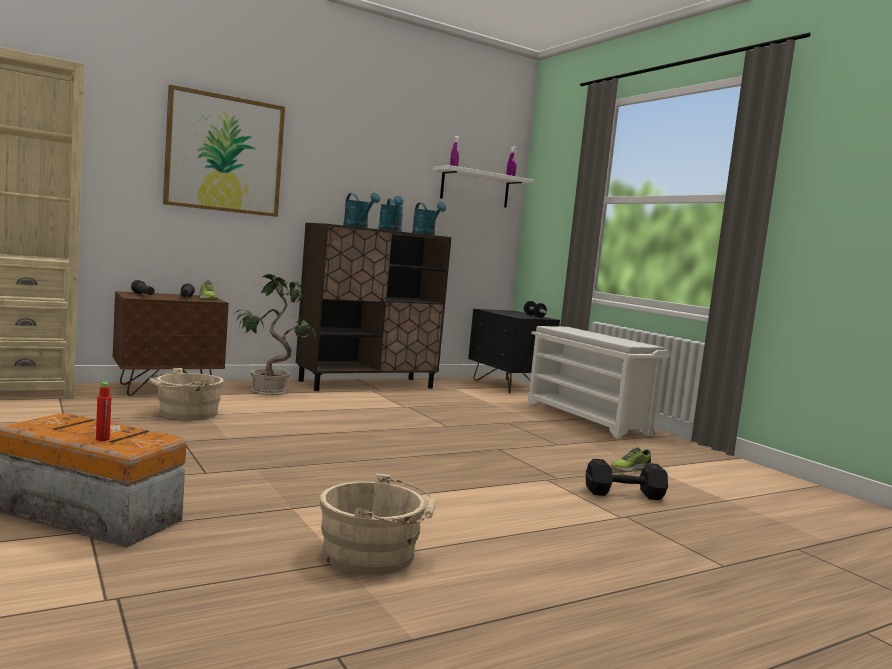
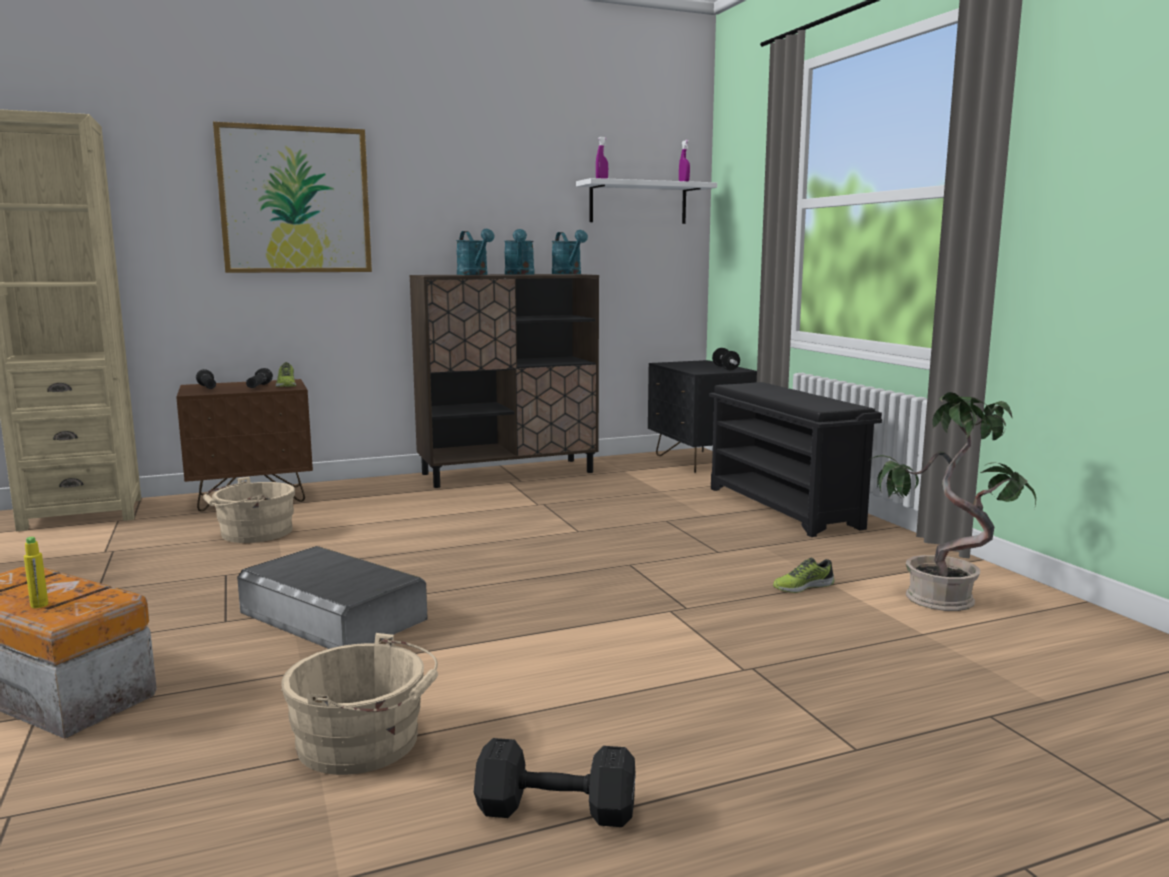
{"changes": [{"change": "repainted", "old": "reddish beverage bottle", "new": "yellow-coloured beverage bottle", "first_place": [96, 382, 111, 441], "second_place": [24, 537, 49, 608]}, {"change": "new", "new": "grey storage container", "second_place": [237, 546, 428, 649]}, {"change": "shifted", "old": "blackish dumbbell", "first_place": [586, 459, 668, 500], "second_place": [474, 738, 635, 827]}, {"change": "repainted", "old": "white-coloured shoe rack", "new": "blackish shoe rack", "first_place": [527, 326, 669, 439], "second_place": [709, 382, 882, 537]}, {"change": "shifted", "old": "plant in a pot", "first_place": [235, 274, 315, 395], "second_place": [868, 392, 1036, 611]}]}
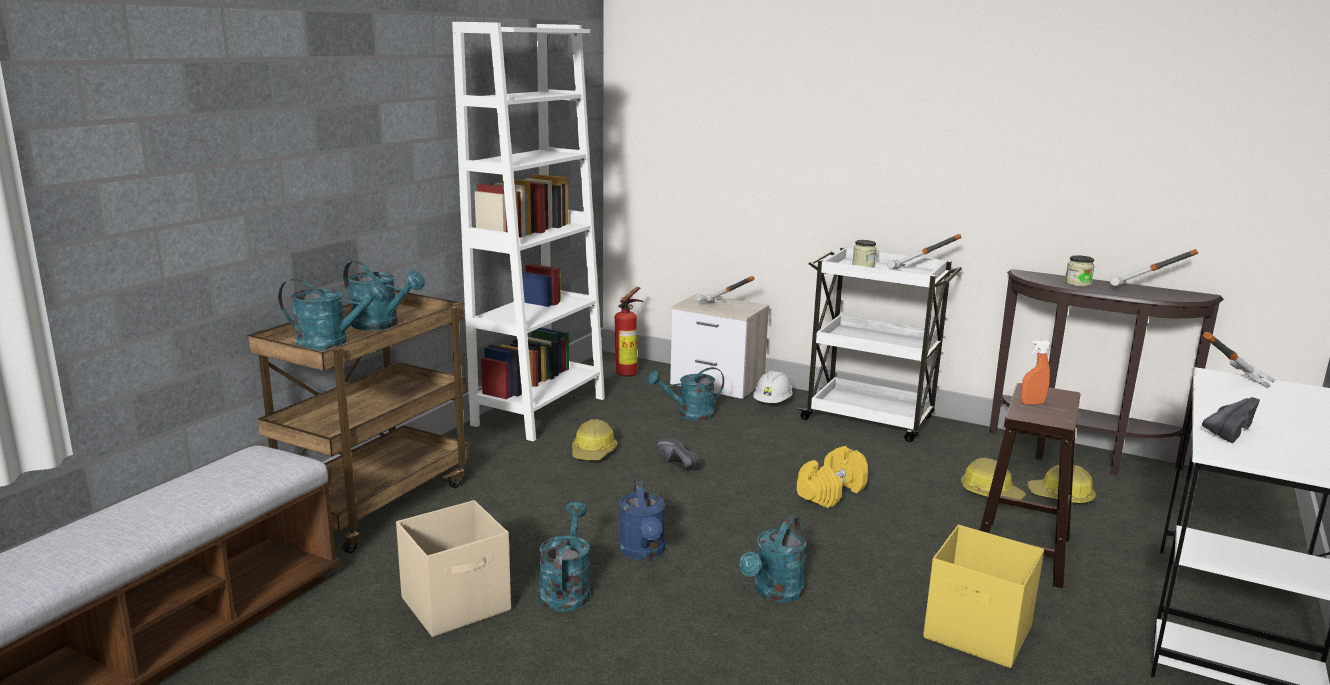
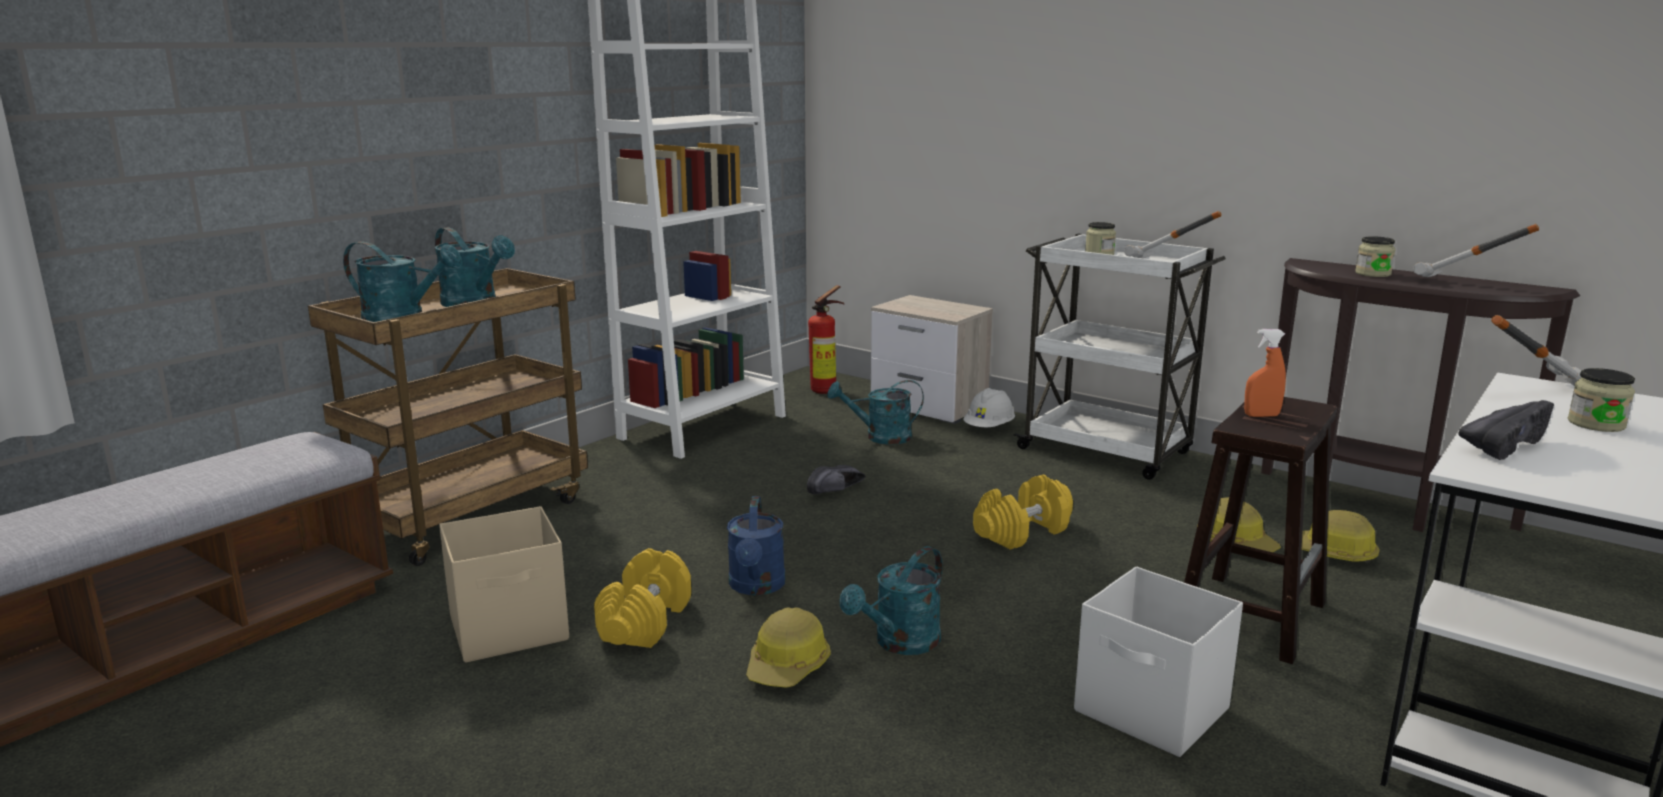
{"changes": [{"change": "swapped", "old": "blue-green watering pot", "new": "yellow-coloured dumbbell", "first_place": [539, 502, 590, 612], "second_place": [594, 548, 691, 648]}, {"change": "shifted", "old": "safety helmet", "first_place": [572, 419, 617, 460], "second_place": [746, 607, 831, 688]}, {"change": "rotated", "old": "blackish item of footwear", "first_place": [656, 438, 701, 470], "second_place": [807, 465, 865, 494], "degrees": -105}, {"change": "repainted", "old": "yellow-coloured storage container", "new": "white-coloured storage container", "first_place": [923, 525, 1044, 668], "second_place": [1074, 566, 1243, 757]}, {"change": "new", "new": "storage jar", "second_place": [1568, 368, 1635, 432]}, {"change": "gone", "old": "tool hammer", "first_place": [696, 276, 755, 303]}]}
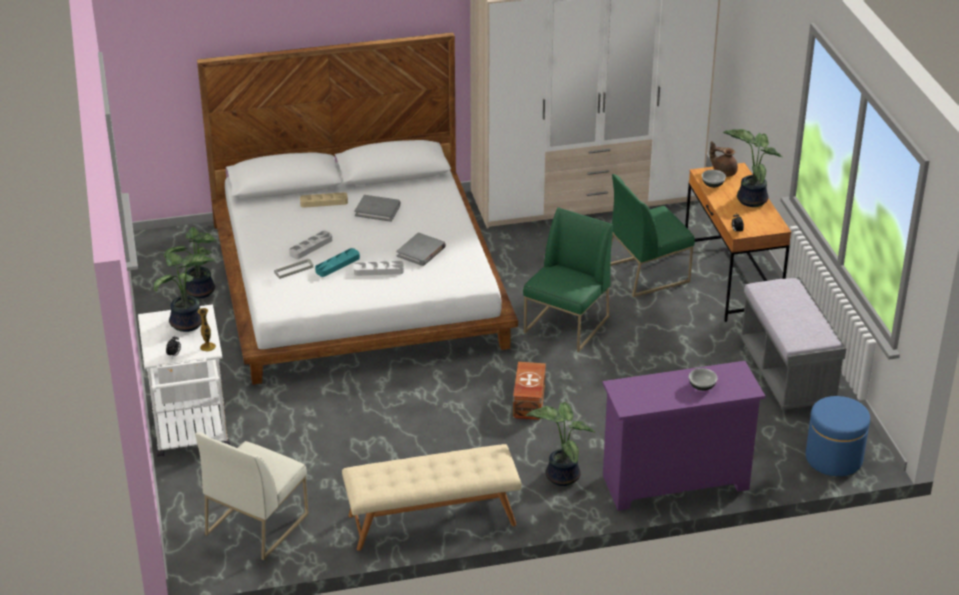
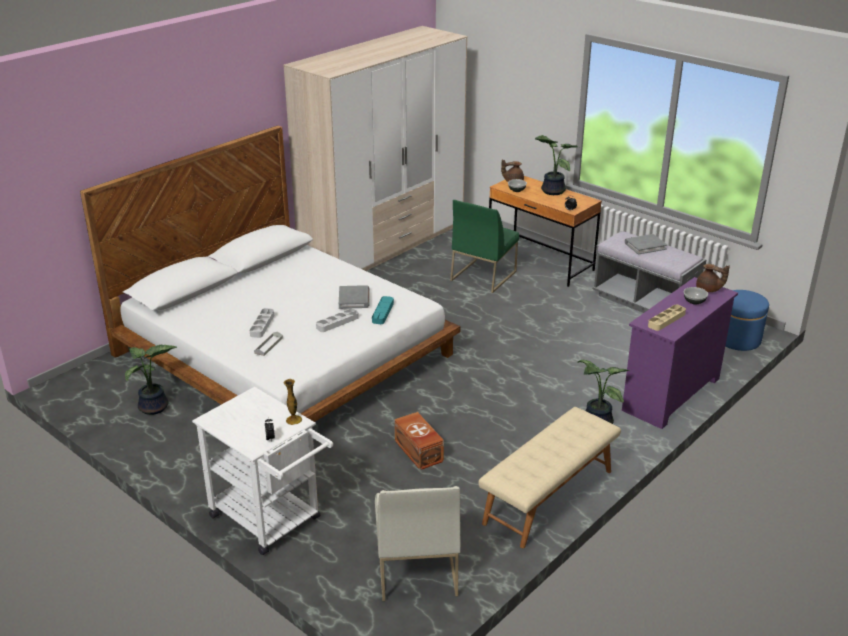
{"changes": [{"change": "shifted", "old": "blue-green carrying tray", "first_place": [315, 248, 360, 277], "second_place": [372, 296, 394, 324]}, {"change": "shifted", "old": "brownish storage container", "first_place": [513, 362, 546, 420], "second_place": [394, 412, 444, 470]}, {"change": "shifted", "old": "grey book", "first_place": [355, 195, 400, 222], "second_place": [625, 234, 667, 255]}, {"change": "shifted", "old": "beige-coloured carrying tray", "first_place": [300, 192, 348, 208], "second_place": [648, 305, 686, 331]}, {"change": "new", "new": "brownish pot for tea", "second_place": [696, 264, 730, 292]}, {"change": "gone", "old": "plant in a pot", "first_place": [154, 252, 215, 332]}, {"change": "gone", "old": "green upright chair", "first_place": [523, 207, 613, 352]}]}
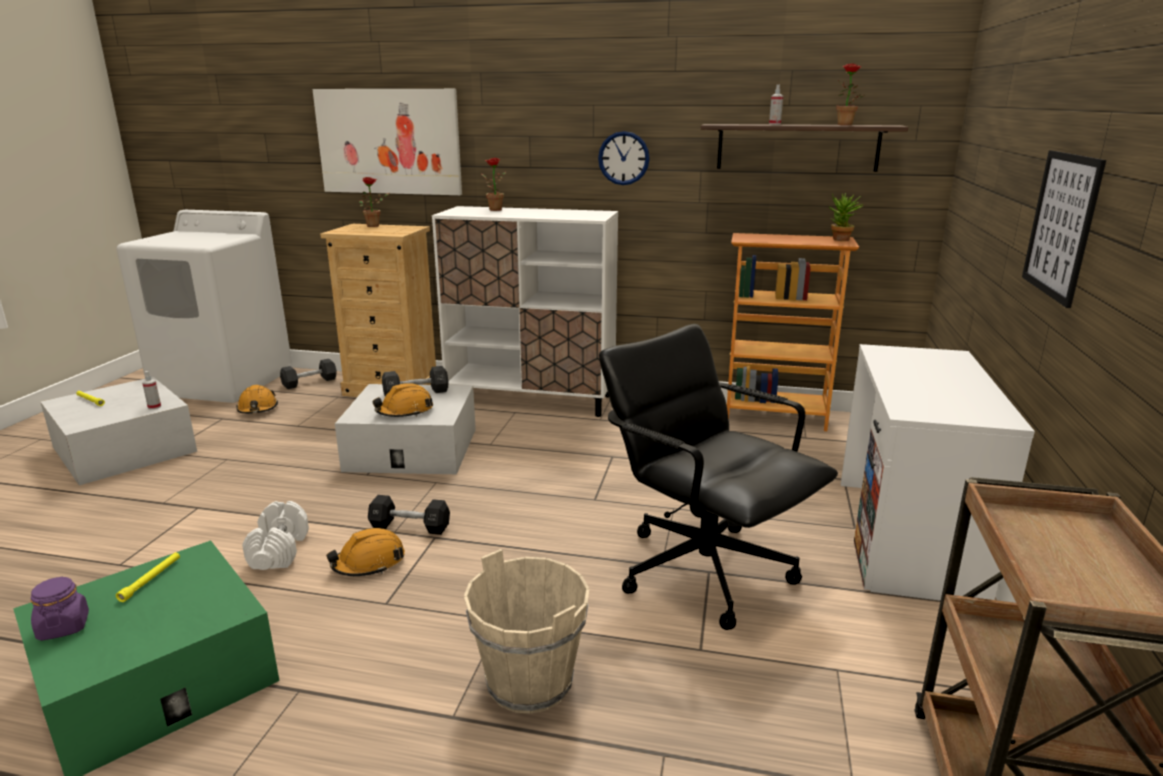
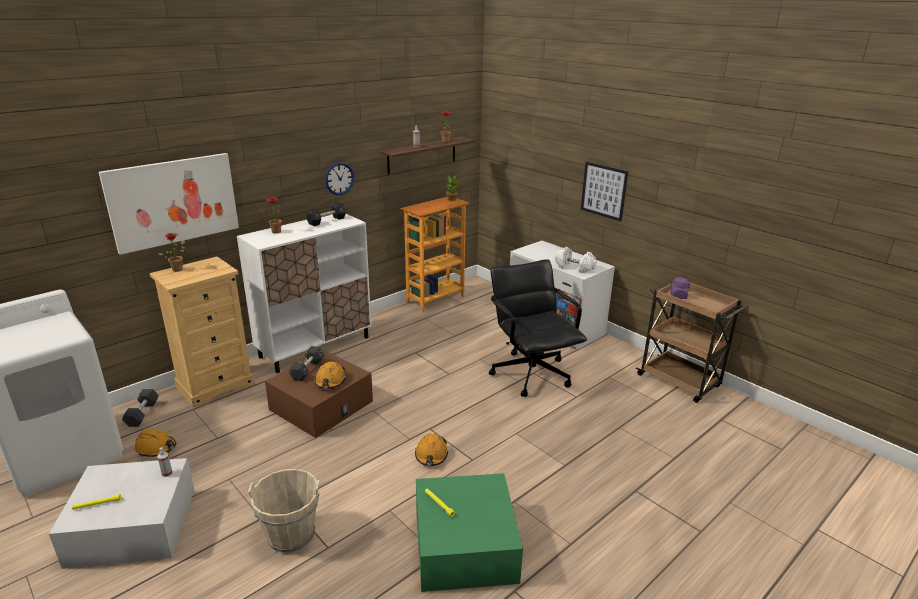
{"changes": [{"change": "shifted", "old": "beige-coloured bucket", "first_place": [464, 549, 589, 714], "second_place": [248, 469, 319, 553]}, {"change": "repainted", "old": "white-coloured storage container", "new": "brownish storage container", "first_place": [335, 384, 476, 474], "second_place": [265, 350, 373, 438]}, {"change": "shifted", "old": "blackish dumbbell", "first_place": [368, 495, 450, 535], "second_place": [306, 203, 346, 226]}, {"change": "rotated", "old": "blackish desk chair", "first_place": [599, 324, 838, 630], "second_place": [489, 259, 587, 397], "degrees": 75}, {"change": "shifted", "old": "white-coloured dumbbell", "first_place": [242, 501, 309, 570], "second_place": [555, 247, 597, 273]}, {"change": "shifted", "old": "purplish storage jar", "first_place": [30, 577, 89, 641], "second_place": [670, 277, 691, 299]}]}
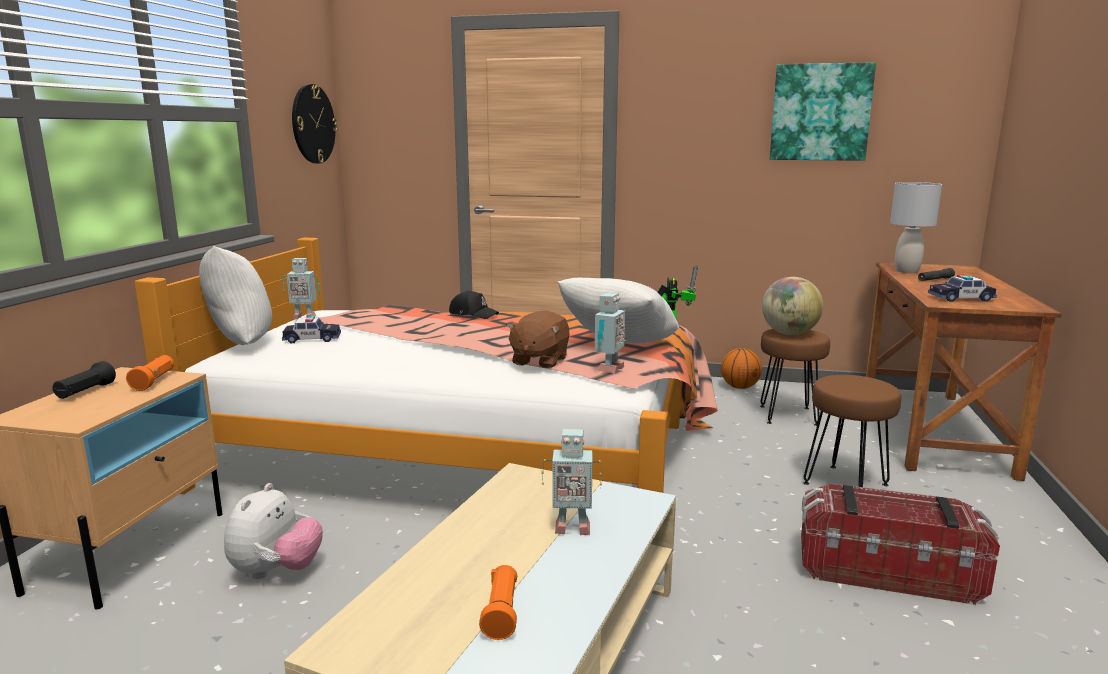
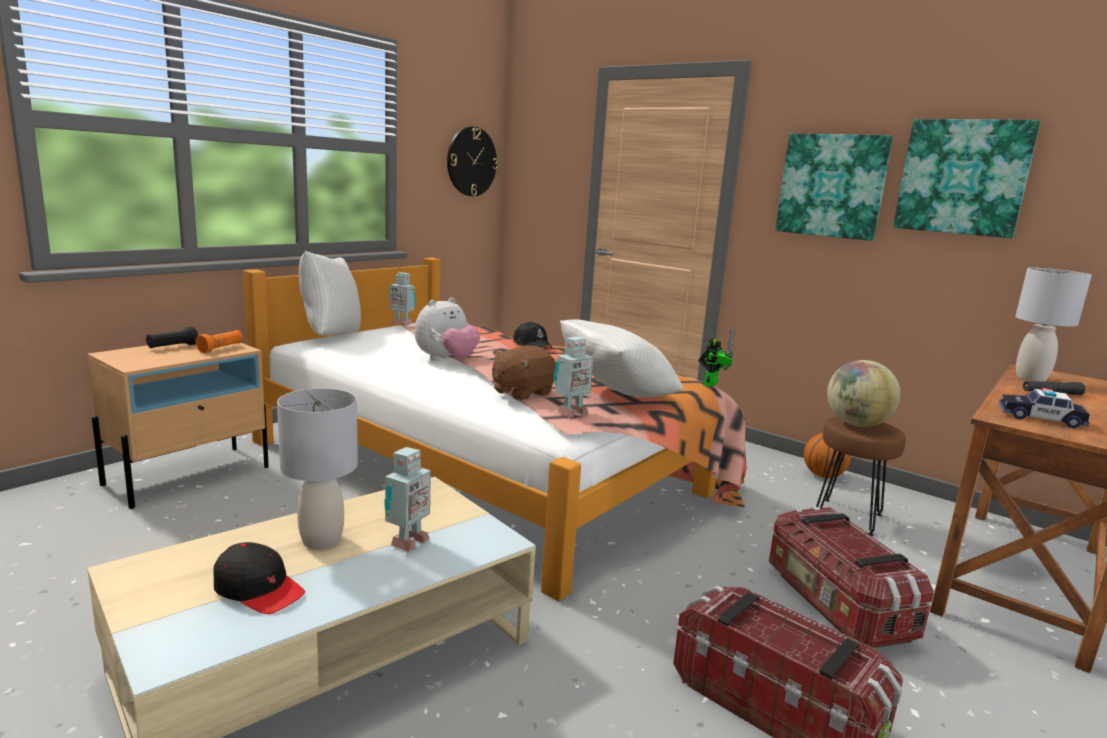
{"changes": [{"change": "swapped", "old": "orange-coloured torch", "new": "blackish cap", "first_place": [479, 565, 517, 640], "second_place": [214, 542, 305, 614]}, {"change": "new", "new": "grey table lamp", "second_place": [277, 388, 358, 550]}, {"change": "rotated", "old": "robot figure", "first_place": [542, 429, 602, 535], "second_place": [384, 447, 431, 552], "degrees": -90}, {"change": "shifted", "old": "cuddly toy", "first_place": [224, 483, 323, 579], "second_place": [415, 297, 480, 361]}, {"change": "swapped", "old": "brownish stool", "new": "storage container", "first_place": [803, 375, 901, 487], "second_place": [769, 507, 934, 649]}, {"change": "new", "new": "wall art", "second_place": [775, 133, 893, 241]}, {"change": "gone", "old": "miniature car", "first_place": [282, 316, 341, 343]}]}
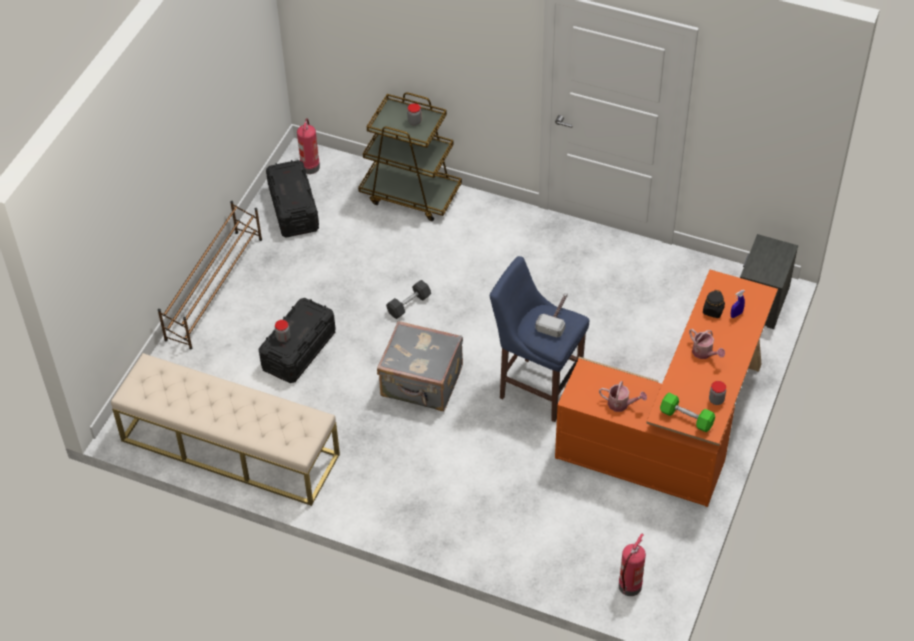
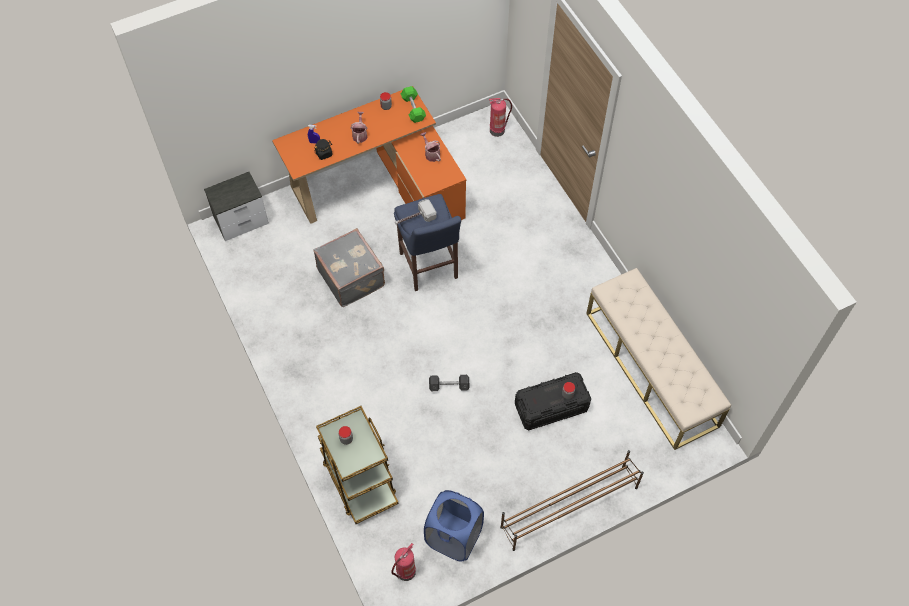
{"changes": [{"change": "shifted", "old": "grey suitcase", "first_place": [377, 321, 463, 411], "second_place": [313, 228, 385, 307]}, {"change": "swapped", "old": "blackish storage container", "new": "blue-coloured hamper", "first_place": [266, 160, 319, 238], "second_place": [424, 490, 484, 562]}]}
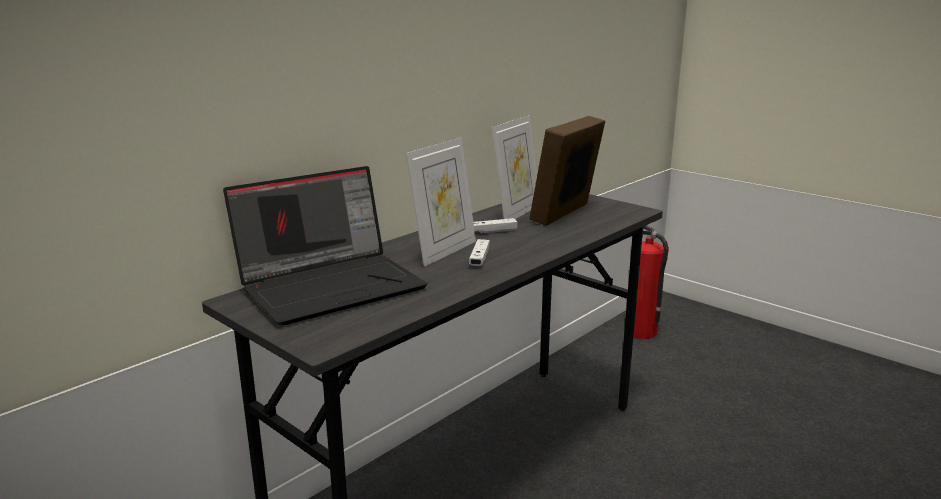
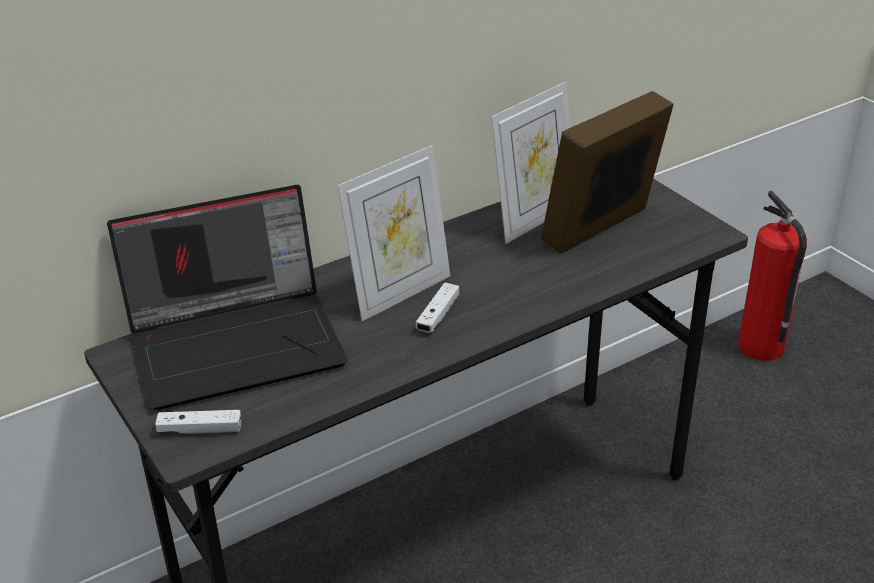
{"changes": [{"change": "shifted", "old": "white-coloured gamepad", "first_place": [473, 218, 518, 234], "second_place": [155, 410, 241, 434]}]}
